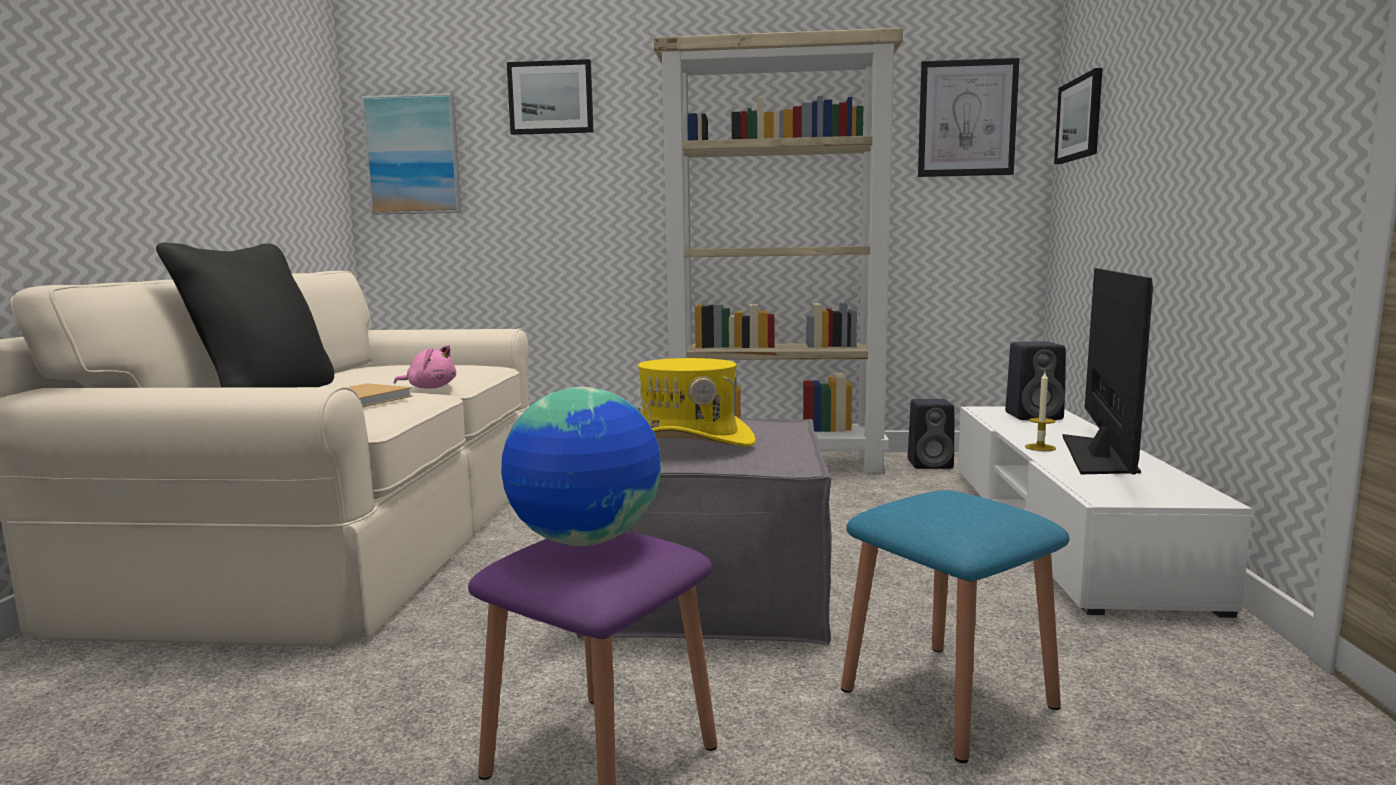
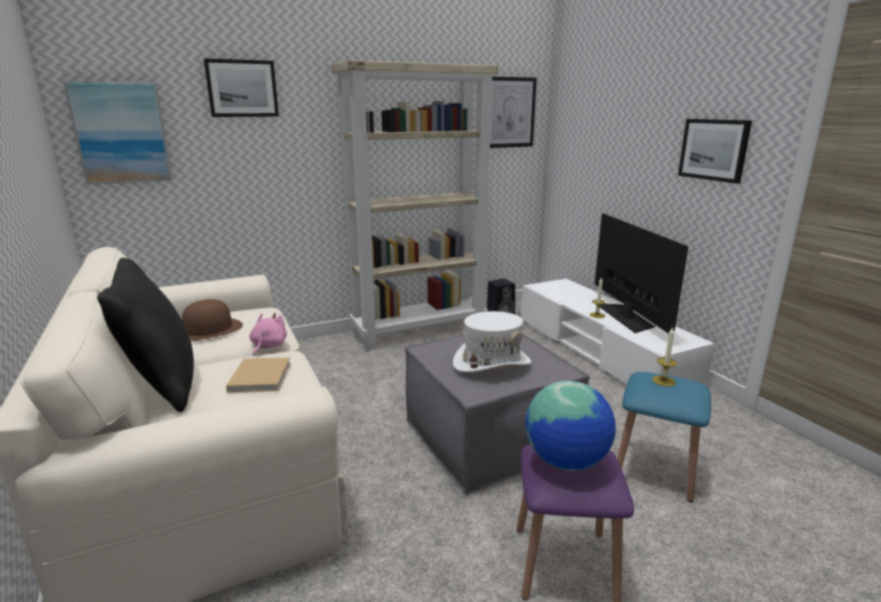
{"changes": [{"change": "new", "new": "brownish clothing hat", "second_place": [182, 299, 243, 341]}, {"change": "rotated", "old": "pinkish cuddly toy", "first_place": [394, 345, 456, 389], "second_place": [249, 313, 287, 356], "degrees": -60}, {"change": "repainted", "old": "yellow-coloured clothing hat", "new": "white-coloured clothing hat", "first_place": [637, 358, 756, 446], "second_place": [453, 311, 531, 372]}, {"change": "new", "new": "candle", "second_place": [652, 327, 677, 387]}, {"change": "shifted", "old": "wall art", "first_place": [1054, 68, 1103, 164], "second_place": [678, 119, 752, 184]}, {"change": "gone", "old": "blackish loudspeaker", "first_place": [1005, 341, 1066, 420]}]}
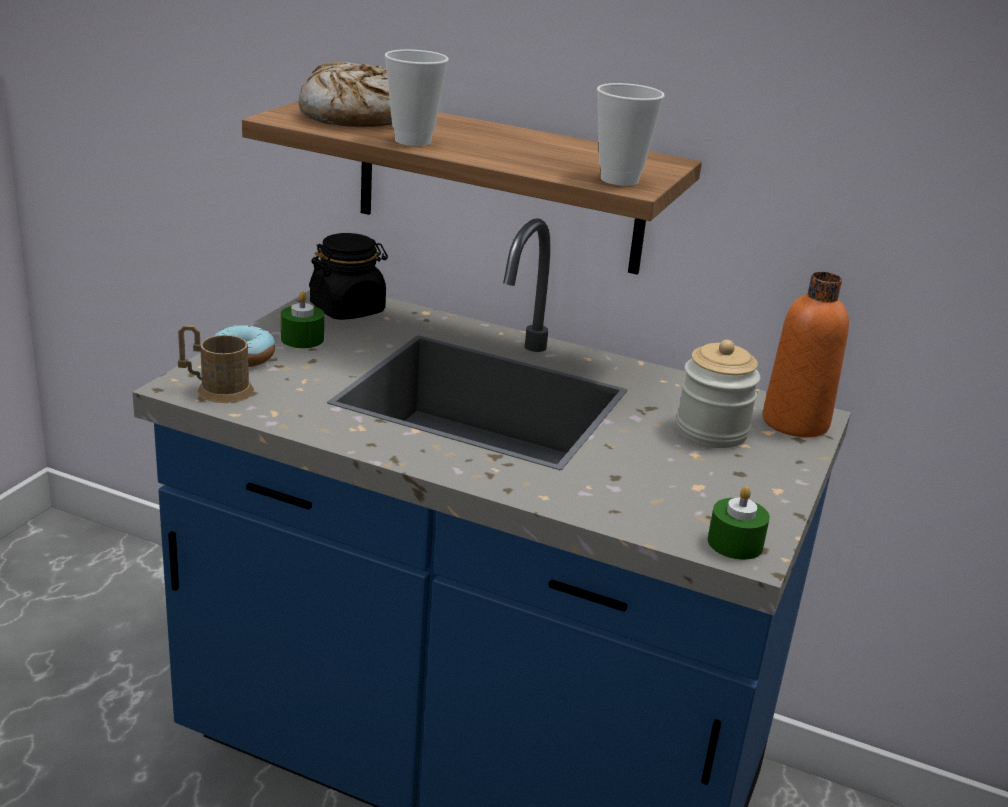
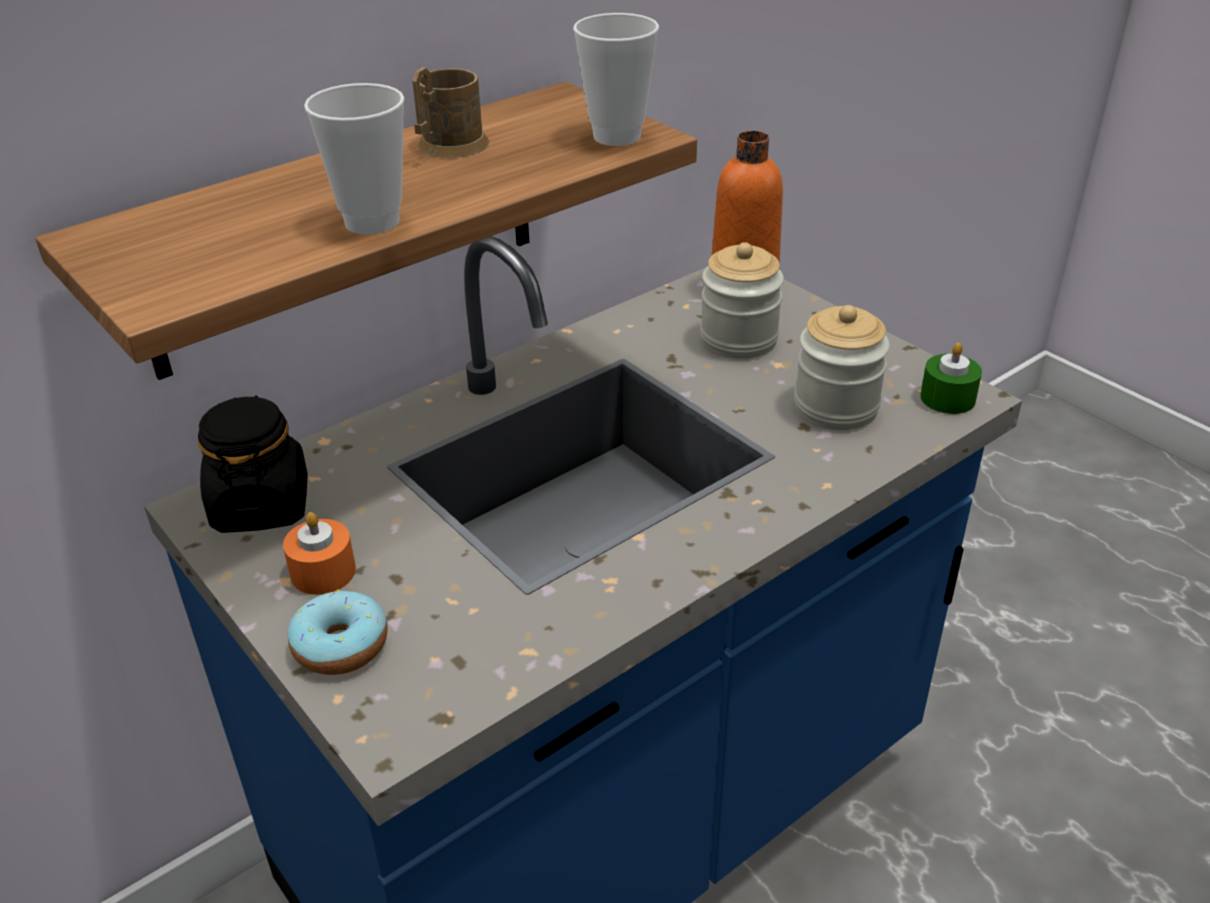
{"changes": [{"change": "repainted", "old": "green candle", "new": "orange-coloured candle", "first_place": [281, 291, 324, 348], "second_place": [283, 512, 356, 595]}, {"change": "shifted", "old": "brownish tea mug", "first_place": [178, 325, 254, 403], "second_place": [412, 67, 490, 158]}, {"change": "new", "new": "storage jar", "second_place": [794, 305, 890, 430]}, {"change": "gone", "old": "bread", "first_place": [299, 62, 392, 127]}]}
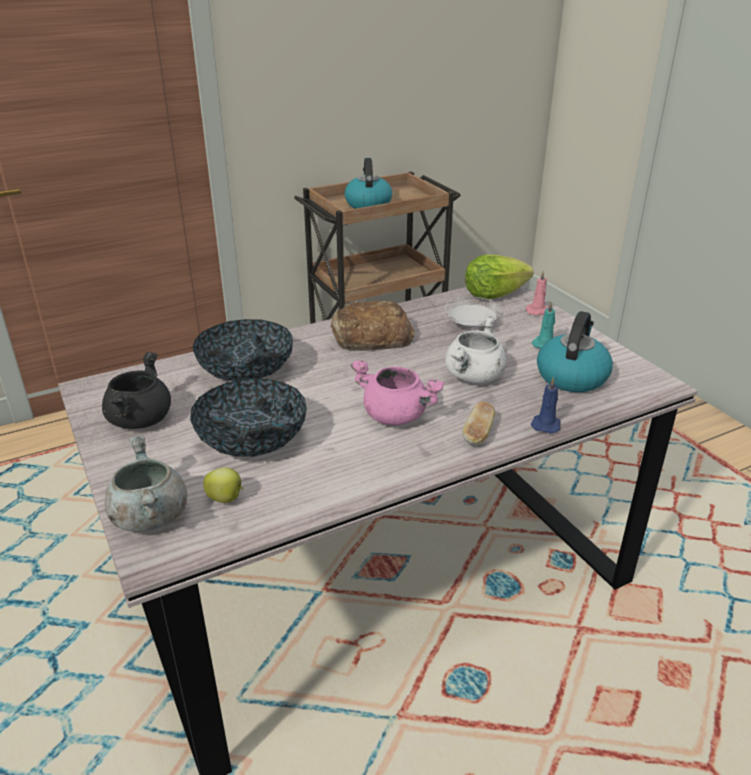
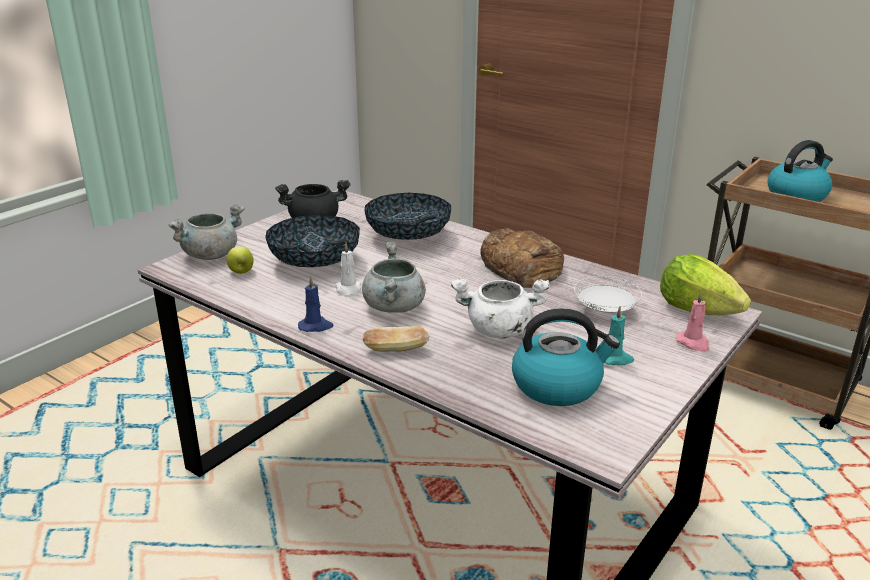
{"changes": [{"change": "shifted", "old": "blue-coloured candle", "first_place": [531, 376, 561, 434], "second_place": [298, 276, 334, 332]}, {"change": "new", "new": "white-coloured candle", "second_place": [335, 242, 361, 297]}, {"change": "repainted", "old": "pinkish saucepot", "new": "grey saucepot", "first_place": [351, 360, 445, 425], "second_place": [362, 242, 426, 313]}]}
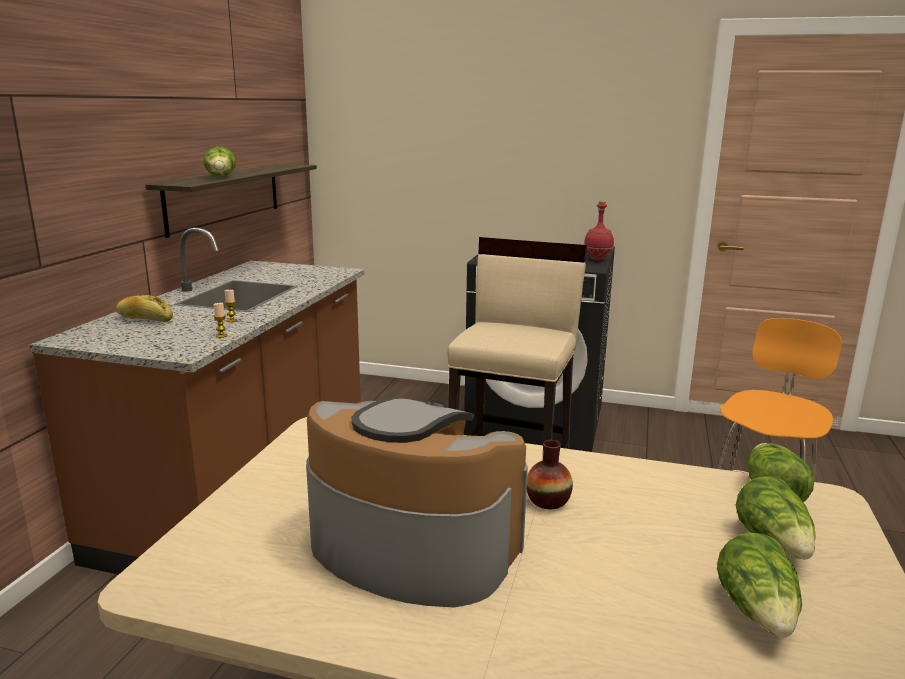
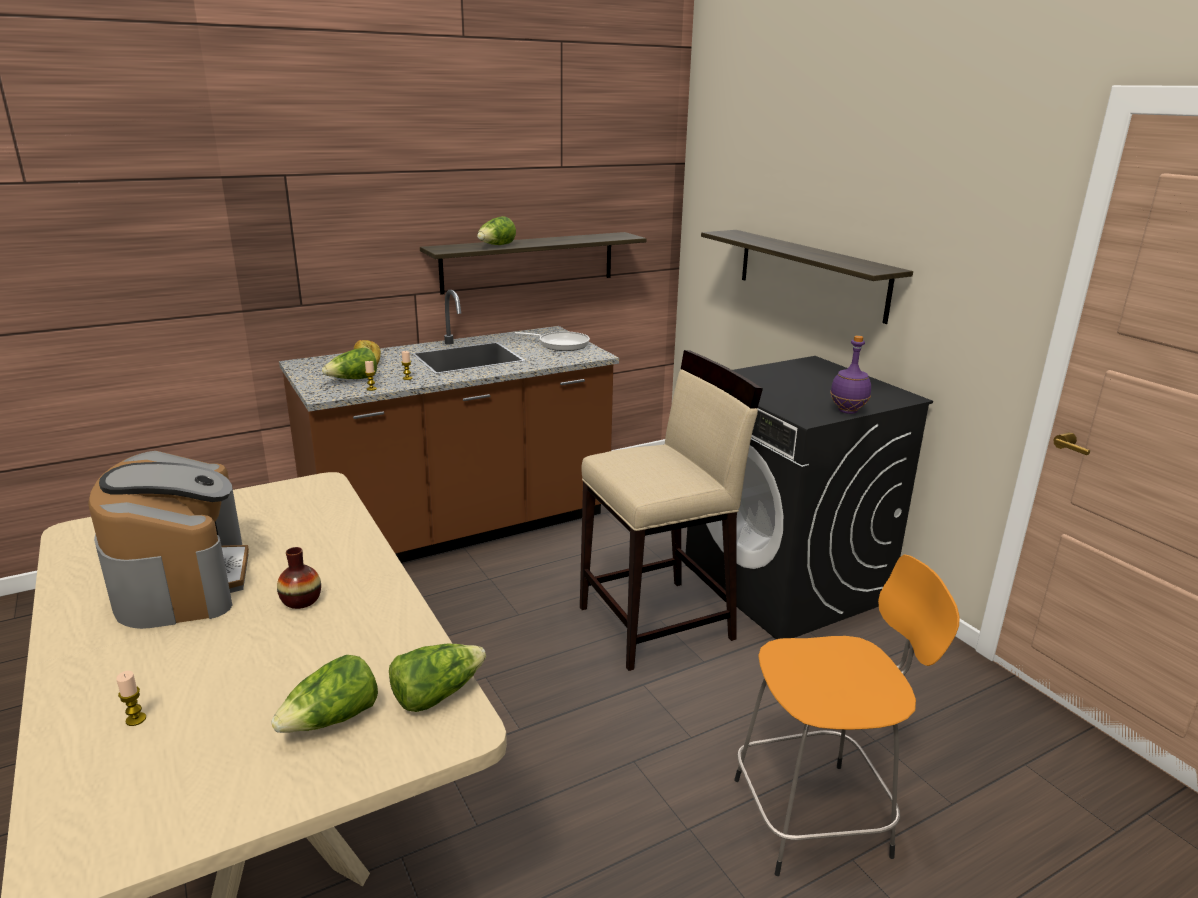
{"changes": [{"change": "new", "new": "candle", "second_place": [116, 671, 146, 726]}, {"change": "shifted", "old": "lettuce", "first_place": [717, 533, 802, 638], "second_place": [322, 348, 377, 379]}, {"change": "new", "new": "pan", "second_place": [515, 331, 590, 351]}, {"change": "new", "new": "bracket shelf", "second_place": [701, 230, 913, 324]}, {"change": "repainted", "old": "reddish beverage bottle", "new": "purplish beverage bottle", "first_place": [584, 201, 614, 261], "second_place": [830, 335, 871, 414]}]}
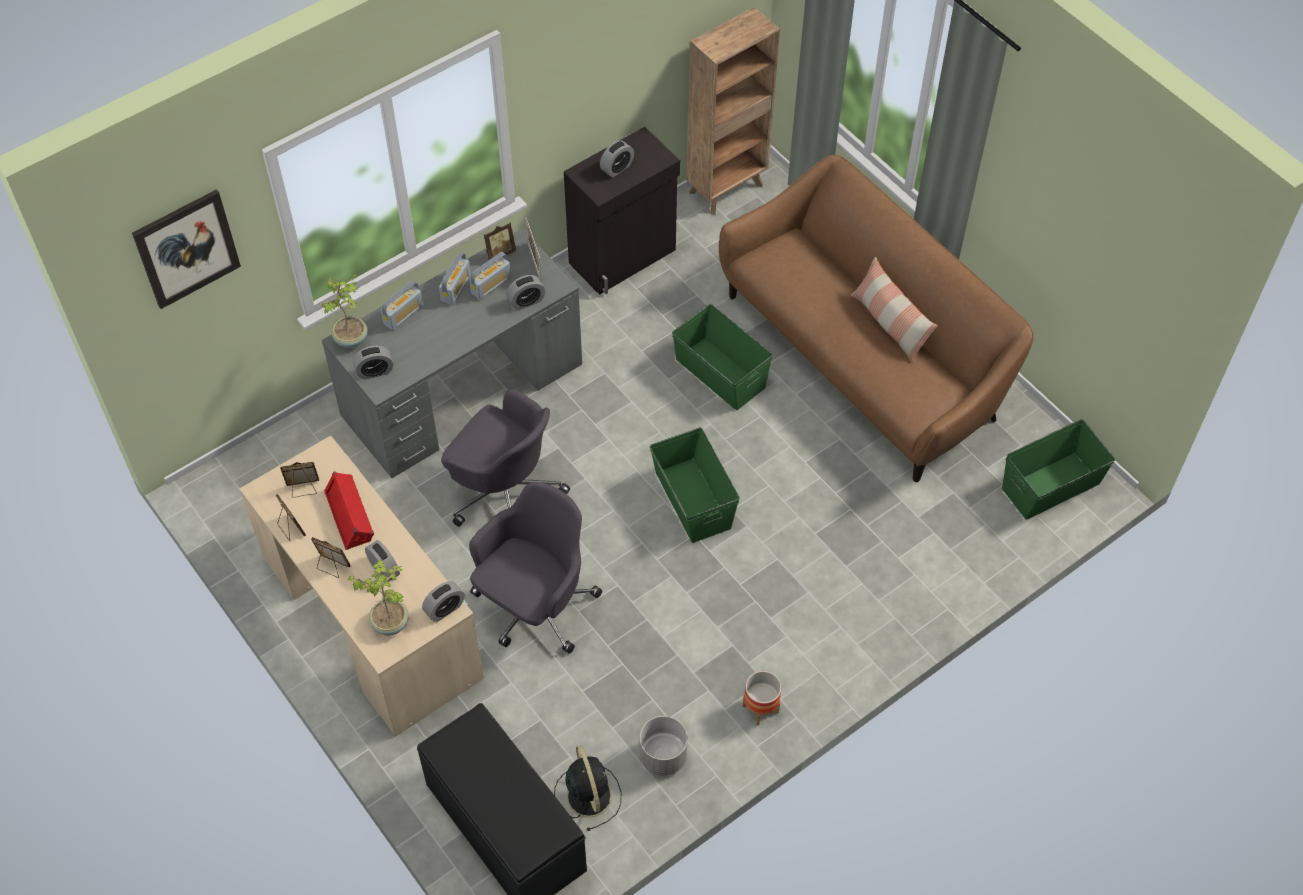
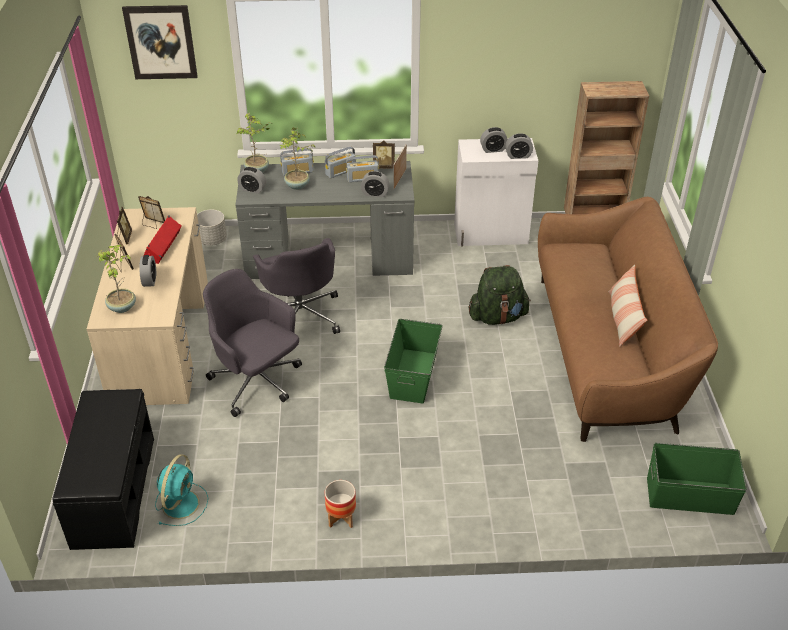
{"changes": [{"change": "repainted", "old": "blackish fan", "new": "blue-green fan", "first_place": [554, 745, 621, 831], "second_place": [155, 454, 208, 526]}, {"change": "shifted", "old": "grey planter", "first_place": [640, 716, 688, 776], "second_place": [197, 209, 227, 246]}, {"change": "rotated", "old": "grey desk chair", "first_place": [469, 482, 602, 654], "second_place": [203, 269, 302, 417], "degrees": -120}, {"change": "new", "new": "plant in a pot", "second_place": [279, 127, 316, 190]}, {"change": "repainted", "old": "blackish cabinet", "new": "white-coloured cabinet", "first_place": [564, 127, 680, 295], "second_place": [454, 138, 538, 246]}, {"change": "swapped", "old": "green storage container", "new": "green backpack", "first_place": [672, 304, 773, 410], "second_place": [469, 265, 531, 325]}, {"change": "shifted", "old": "bedside clock", "first_place": [422, 581, 465, 622], "second_place": [505, 133, 533, 159]}]}
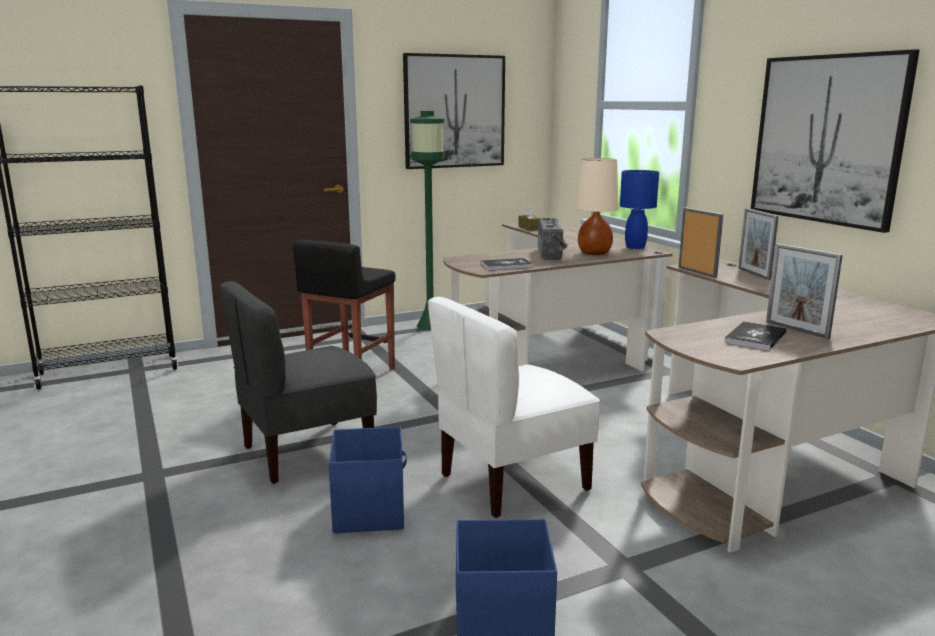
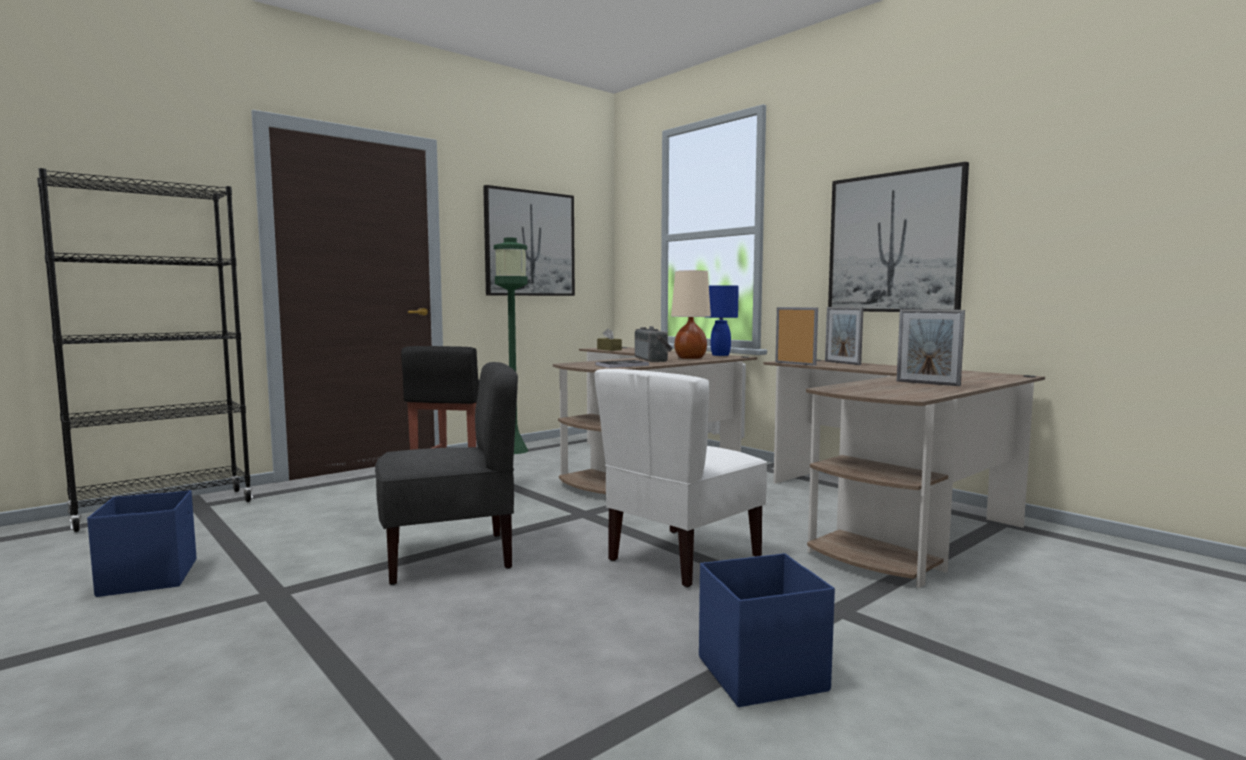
{"changes": [{"change": "shifted", "old": "blue-coloured storage container", "first_place": [328, 427, 407, 533], "second_place": [87, 490, 196, 597]}, {"change": "rotated", "old": "grey upright chair", "first_place": [220, 281, 377, 484], "second_place": [375, 362, 518, 585], "degrees": -150}, {"change": "gone", "old": "book", "first_place": [724, 321, 787, 351]}]}
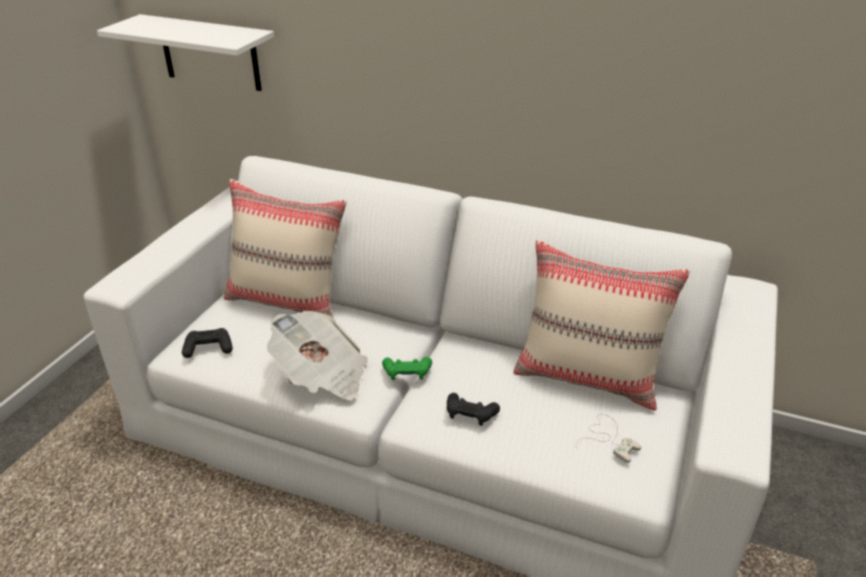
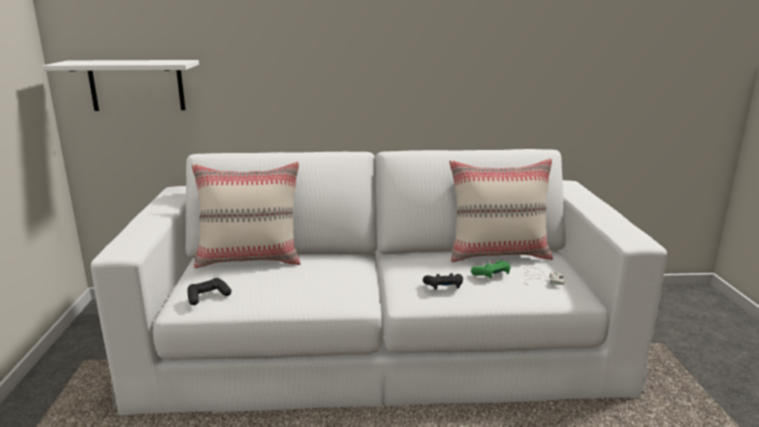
{"changes": [{"change": "shifted", "old": "green gamepad", "first_place": [382, 357, 432, 380], "second_place": [471, 261, 511, 279]}, {"change": "gone", "old": "printed paper", "first_place": [267, 311, 368, 400]}]}
